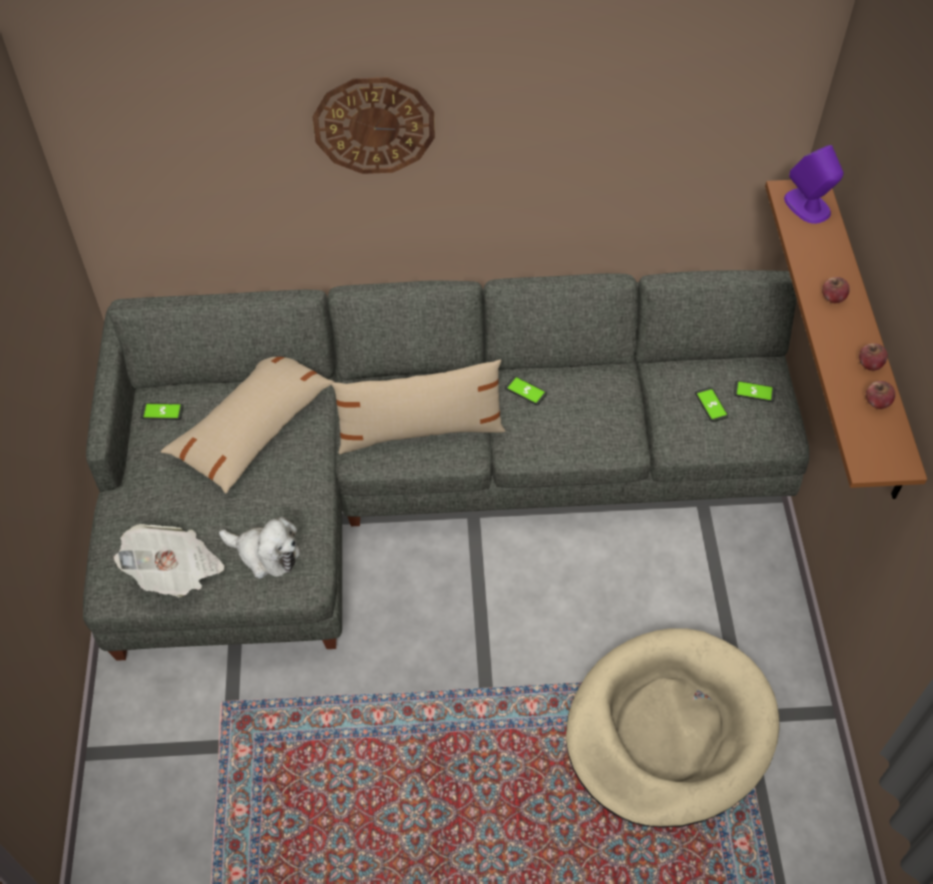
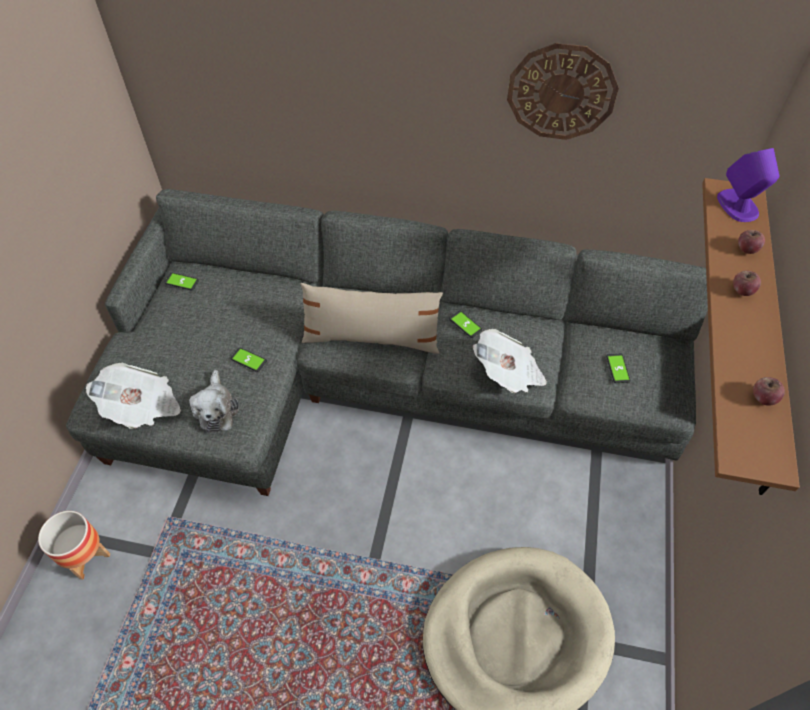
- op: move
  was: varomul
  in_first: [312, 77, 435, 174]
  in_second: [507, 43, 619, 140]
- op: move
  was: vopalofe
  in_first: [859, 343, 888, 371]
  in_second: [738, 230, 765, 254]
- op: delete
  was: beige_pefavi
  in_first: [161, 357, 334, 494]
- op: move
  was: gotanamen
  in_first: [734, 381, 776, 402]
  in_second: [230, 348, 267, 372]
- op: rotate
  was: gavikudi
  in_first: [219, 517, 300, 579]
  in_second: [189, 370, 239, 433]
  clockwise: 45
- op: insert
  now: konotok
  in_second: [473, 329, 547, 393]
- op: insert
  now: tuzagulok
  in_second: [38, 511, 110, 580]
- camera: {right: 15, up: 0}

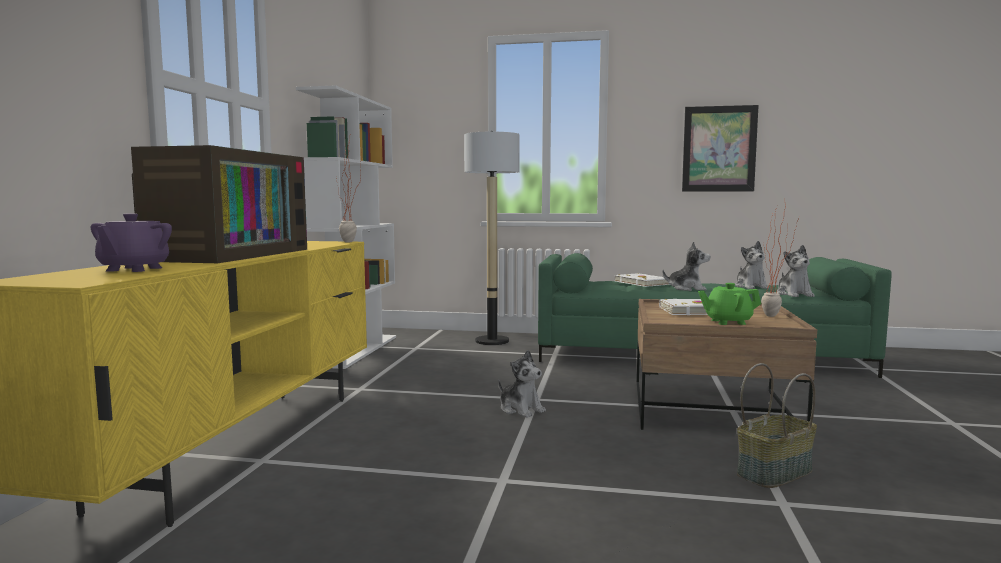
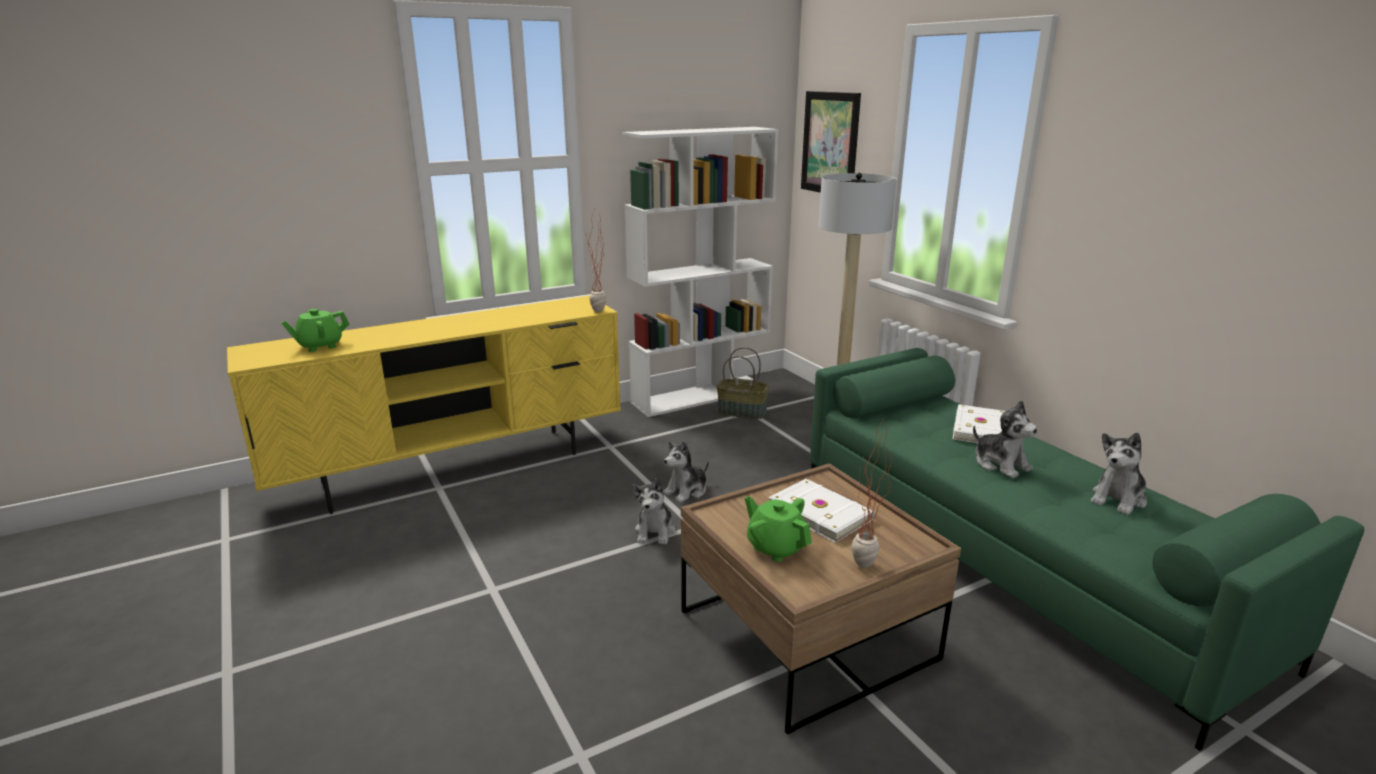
- op: move
  was: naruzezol
  in_first: [682, 105, 759, 192]
  in_second: [801, 91, 861, 193]
- op: delete
  was: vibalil
  in_first: [131, 145, 307, 263]
- op: recolor
  was: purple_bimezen
  now: green_bimezen
  in_first: [91, 213, 172, 272]
  in_second: [281, 309, 350, 352]
- op: move
  was: gavikudi
  in_first: [777, 245, 815, 297]
  in_second: [663, 441, 709, 503]
- op: move
  was: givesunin
  in_first: [737, 363, 817, 488]
  in_second: [717, 347, 769, 419]
- camera: {right: 50, up: 15}

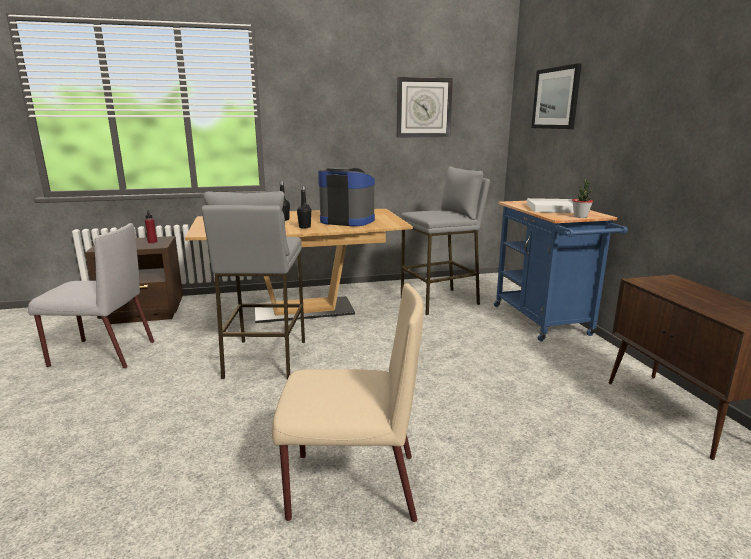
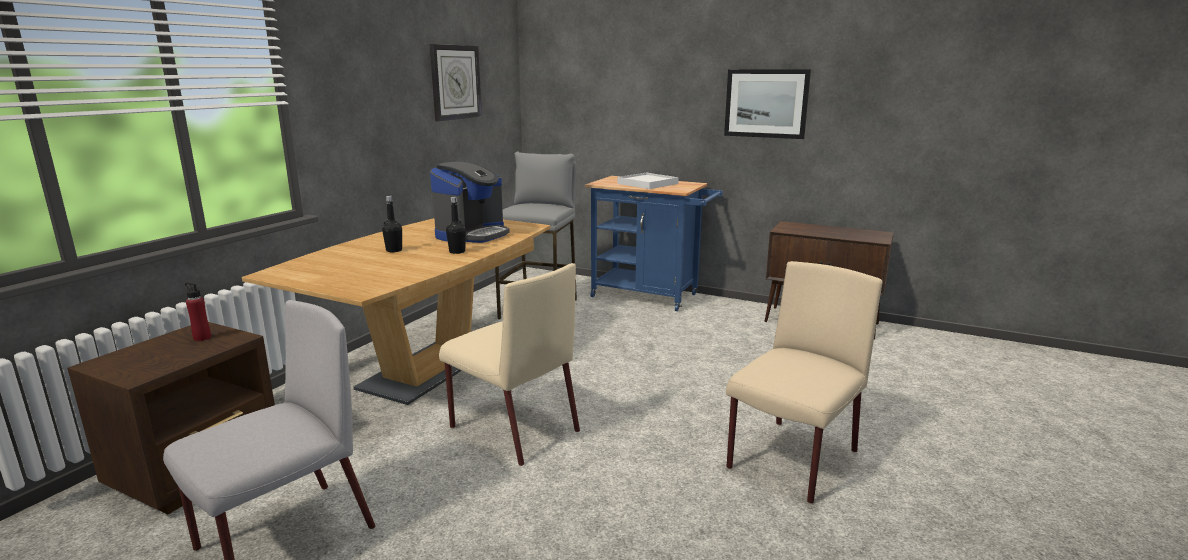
- op: move
  was: naruzezol
  in_first: [531, 63, 582, 129]
  in_second: [724, 69, 811, 139]
- op: rotate
  was: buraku
  in_first: [318, 167, 375, 226]
  in_second: [430, 161, 509, 243]
  clockwise: 150
- op: delete
  was: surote
  in_first: [572, 179, 594, 218]
- op: replace
  was: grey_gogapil
  now: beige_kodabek
  in_first: [202, 191, 305, 380]
  in_second: [439, 263, 580, 466]
- camera: {right: -50, up: 0}

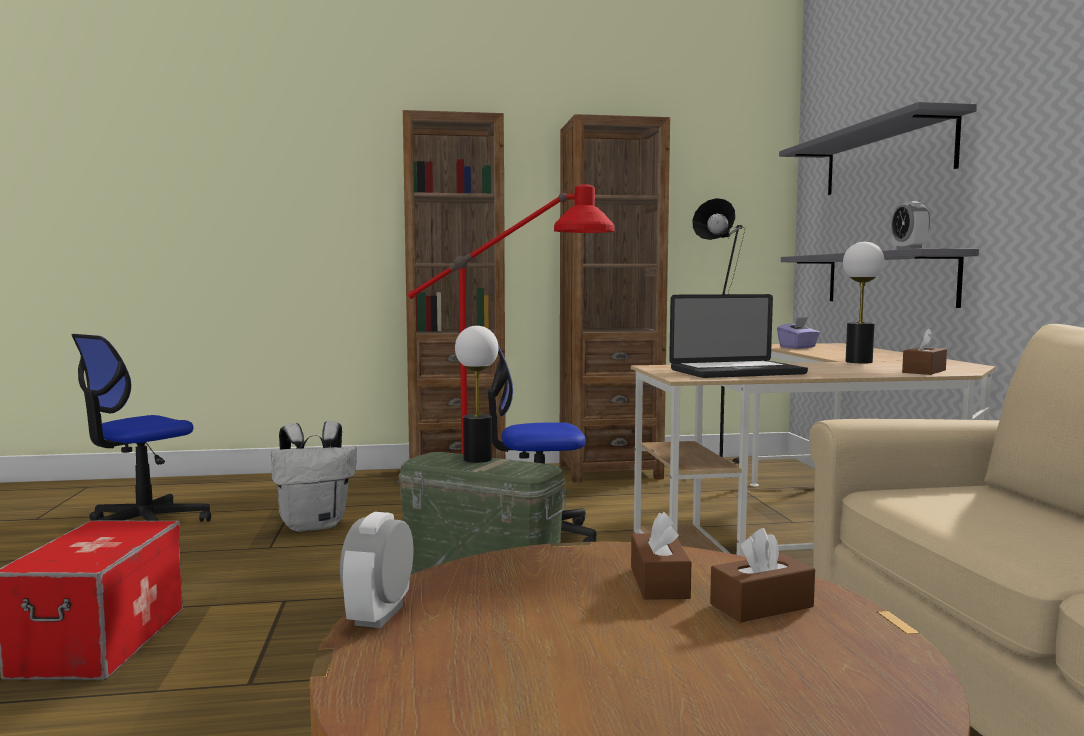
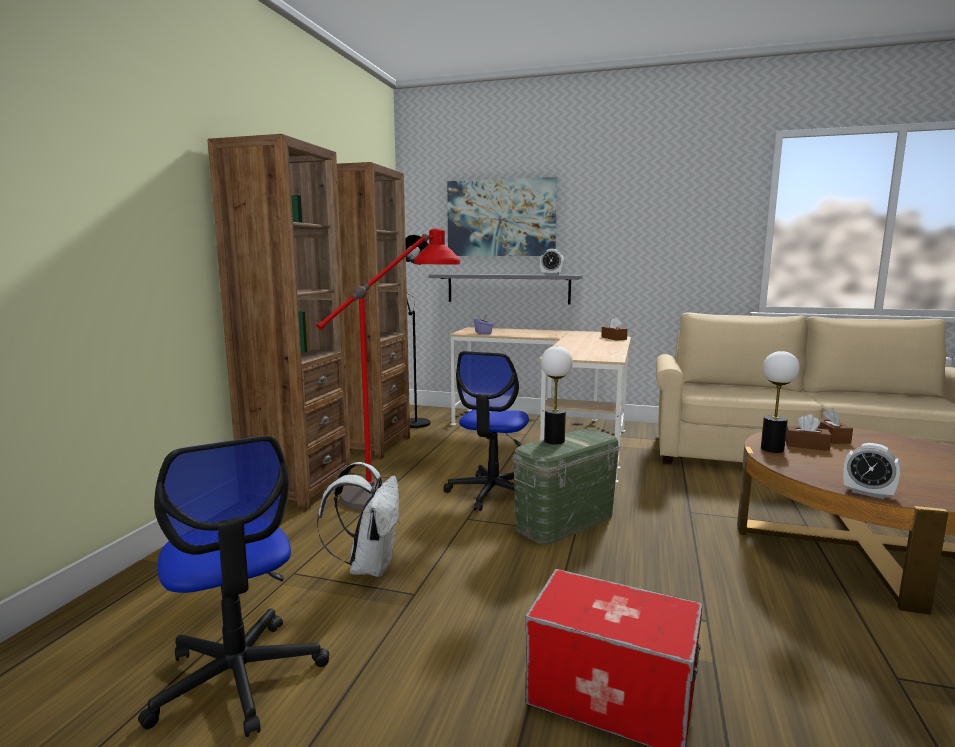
- op: replace
  was: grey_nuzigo
  now: naruzezol
  in_first: [779, 102, 977, 195]
  in_second: [447, 177, 557, 256]
- op: move
  was: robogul
  in_first: [843, 242, 884, 363]
  in_second: [761, 351, 800, 453]
- op: delete
  was: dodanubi
  in_first: [669, 294, 808, 378]
- camera: {right: -65, up: 5}

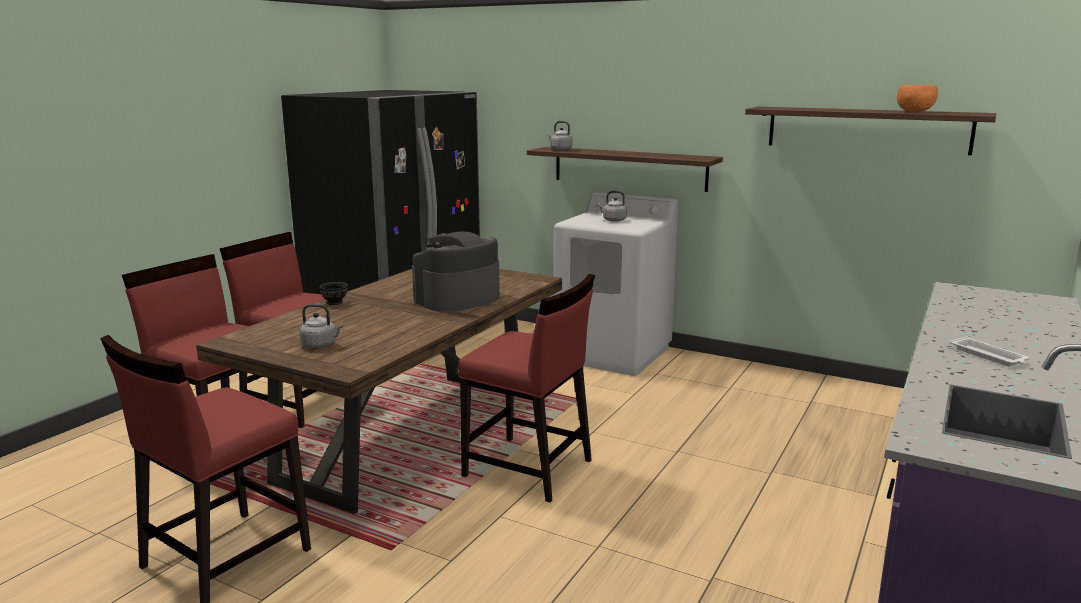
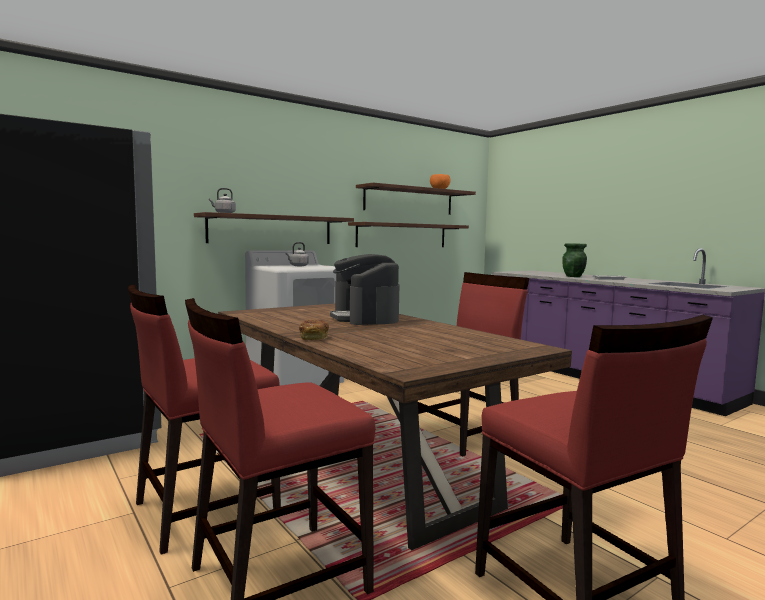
- op: replace
  was: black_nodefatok
  now: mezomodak
  in_first: [319, 282, 348, 305]
  in_second: [299, 319, 329, 340]
- op: delete
  was: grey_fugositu
  in_first: [299, 304, 344, 348]
- op: insert
  now: nuzigo
  in_second: [348, 222, 469, 247]
- op: insert
  now: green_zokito
  in_second: [562, 243, 587, 277]
- camera: {right: -65, up: -10}

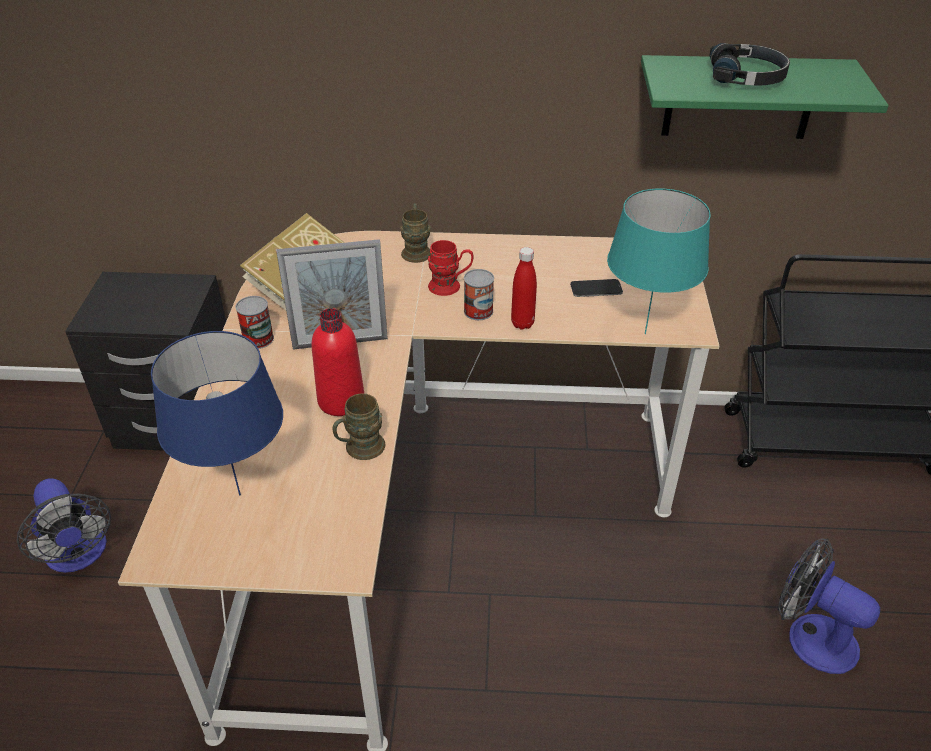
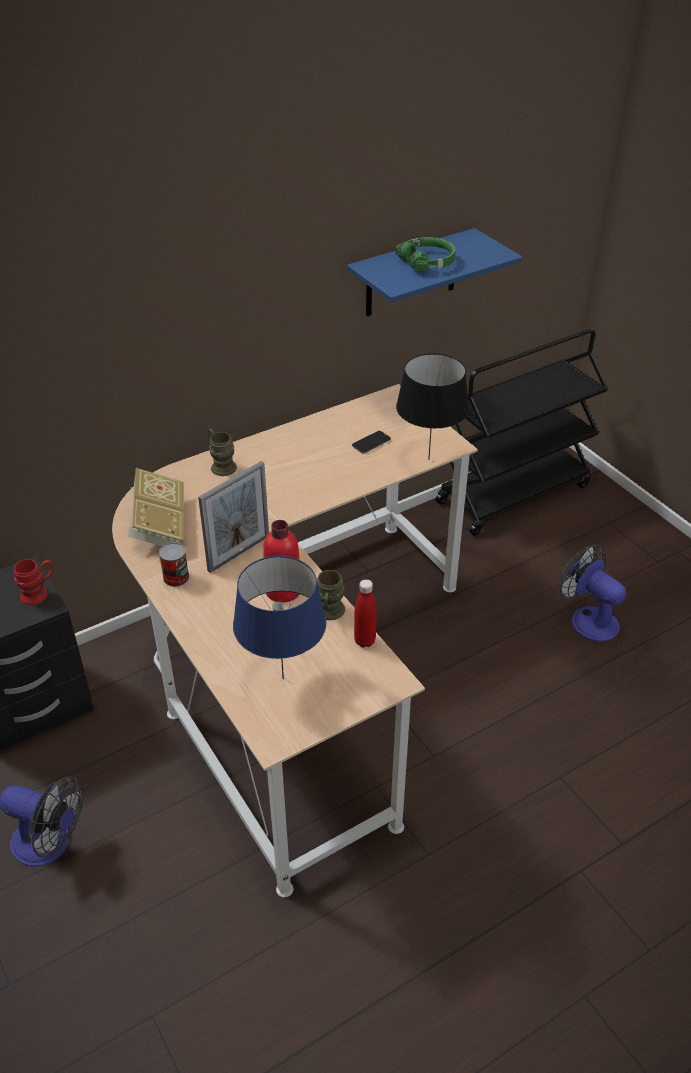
- op: recolor
  was: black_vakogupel
  now: green_vakogupel
  in_first: [709, 43, 790, 86]
  in_second: [395, 237, 456, 271]
- op: recolor
  was: green_nuzigo
  now: blue_nuzigo
  in_first: [641, 55, 889, 139]
  in_second: [347, 228, 523, 316]
- op: recolor
  was: turquoise_robogul
  now: black_robogul
  in_first: [607, 189, 710, 334]
  in_second: [396, 353, 469, 460]
- op: move
  was: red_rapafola
  in_first: [428, 240, 473, 296]
  in_second: [14, 559, 53, 605]
- op: move
  was: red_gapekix
  in_first: [511, 247, 537, 330]
  in_second: [354, 579, 376, 648]
- op: delete
  was: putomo
  in_first: [464, 269, 494, 320]
- op: rotate
  was: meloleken
  in_first: [778, 538, 880, 674]
  in_second: [559, 544, 626, 642]
  clockwise: 45
- camera: {right: -35, up: 0}

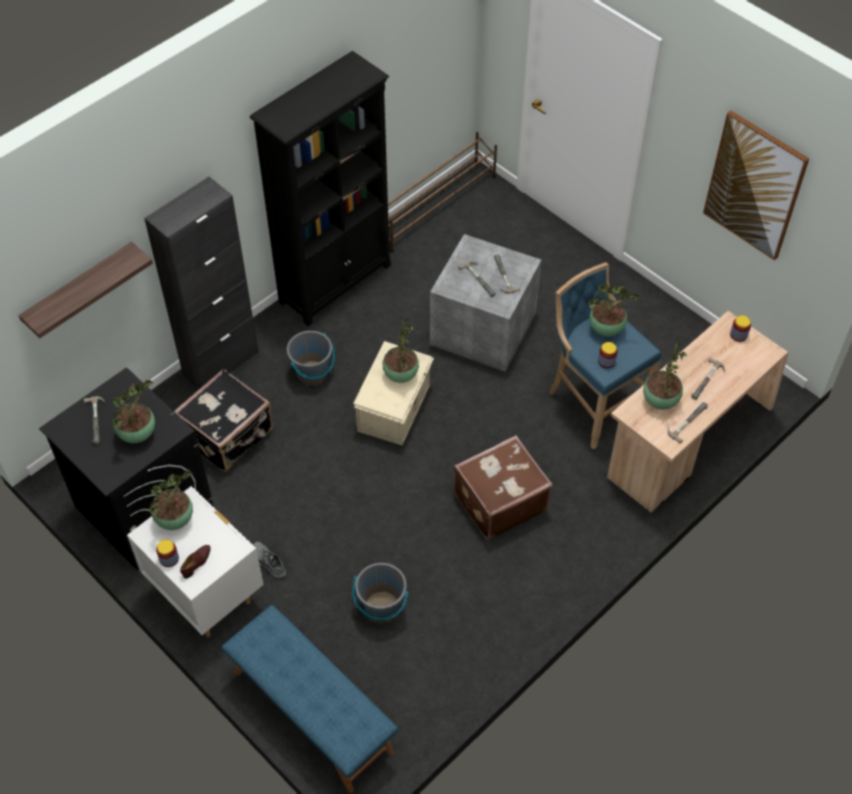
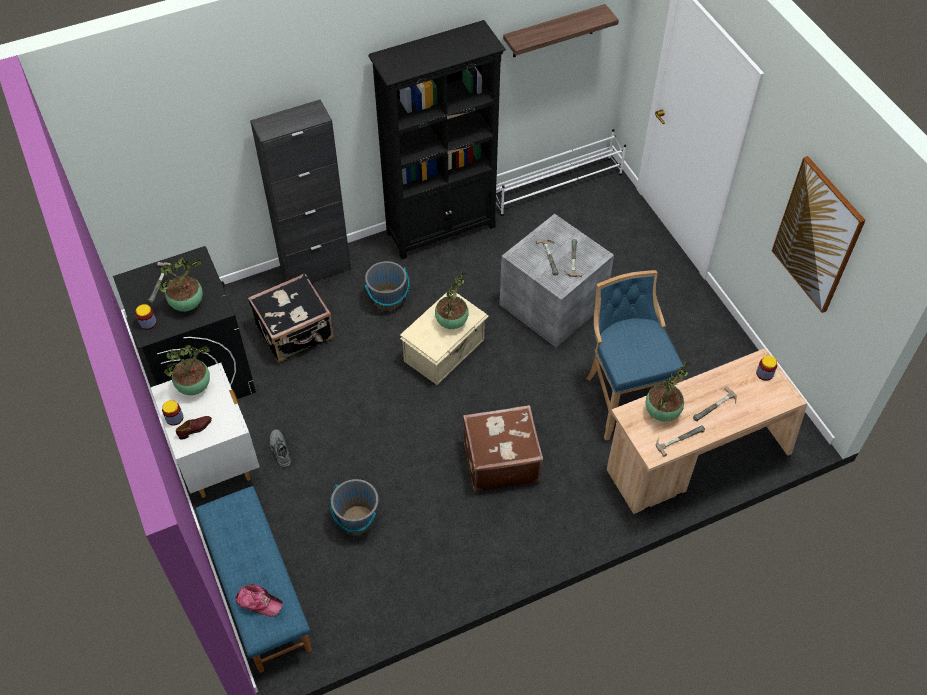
- op: recolor
  was: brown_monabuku
  now: white_monabuku
  in_first: [388, 132, 497, 252]
  in_second: [496, 129, 626, 216]
- op: move
  was: nuzigo
  in_first: [18, 242, 153, 338]
  in_second: [503, 4, 619, 57]
- op: delete
  was: surote
  in_first: [588, 284, 640, 337]
- op: move
  was: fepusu
  in_first: [598, 342, 618, 368]
  in_second: [136, 304, 157, 330]
- op: insert
  now: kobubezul
  in_second: [236, 585, 283, 617]
- camera: {right: 20, up: 0}

